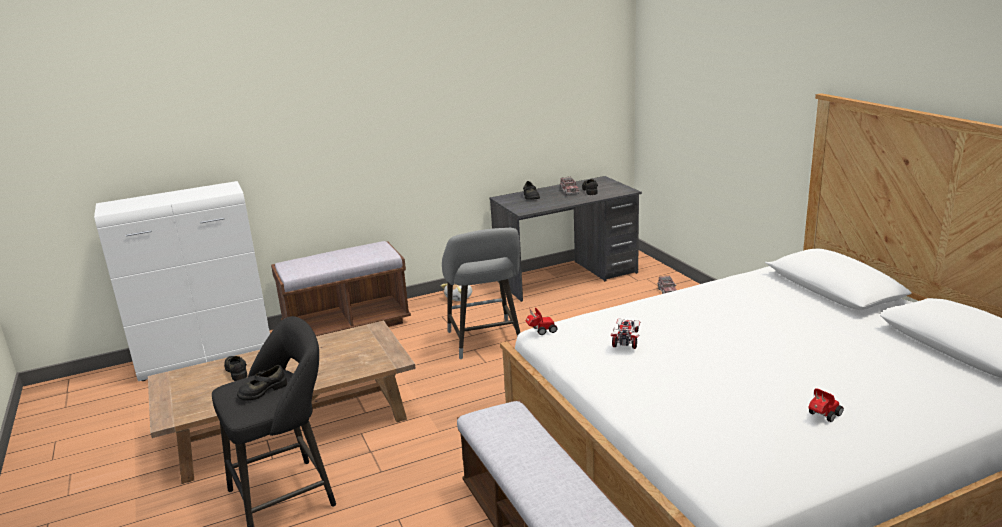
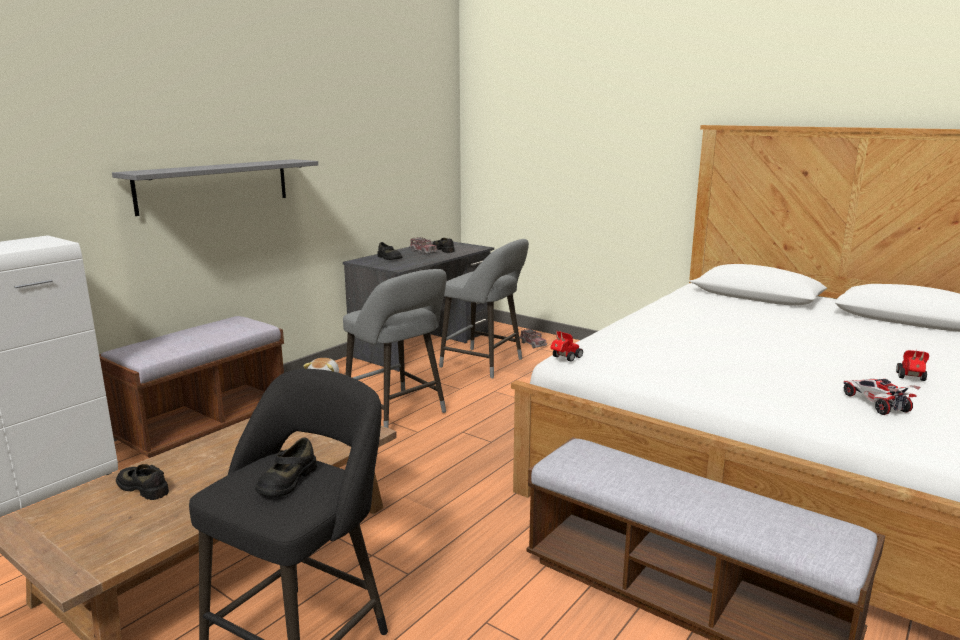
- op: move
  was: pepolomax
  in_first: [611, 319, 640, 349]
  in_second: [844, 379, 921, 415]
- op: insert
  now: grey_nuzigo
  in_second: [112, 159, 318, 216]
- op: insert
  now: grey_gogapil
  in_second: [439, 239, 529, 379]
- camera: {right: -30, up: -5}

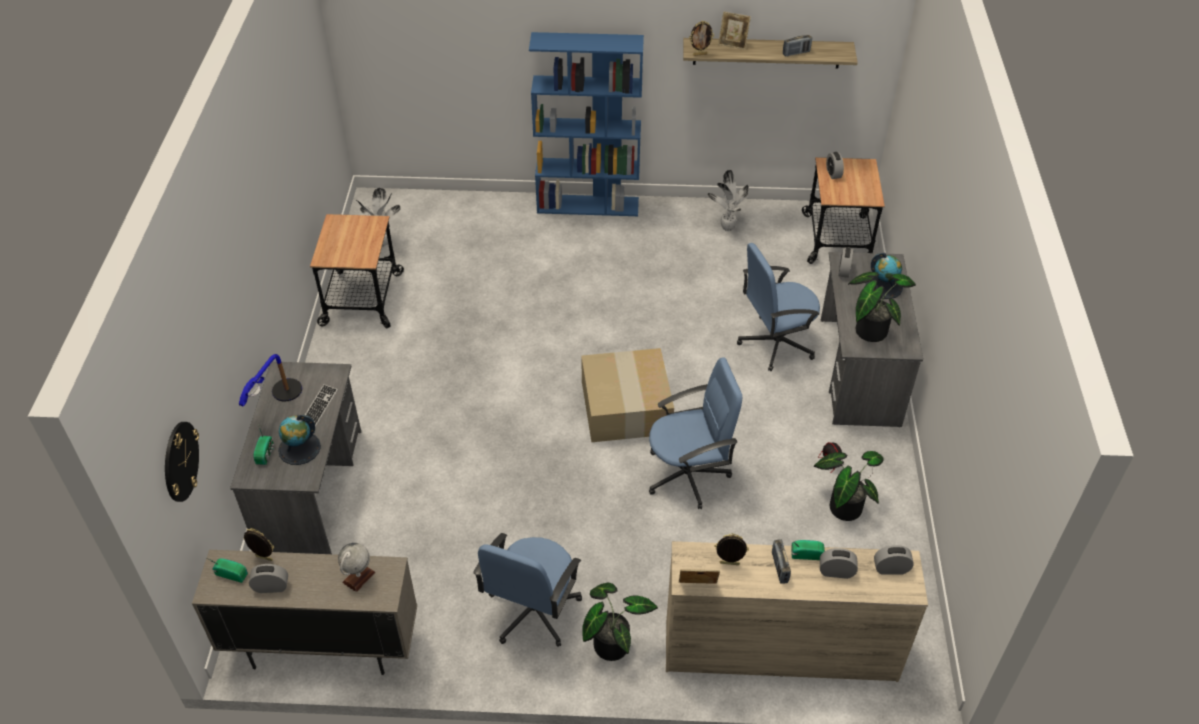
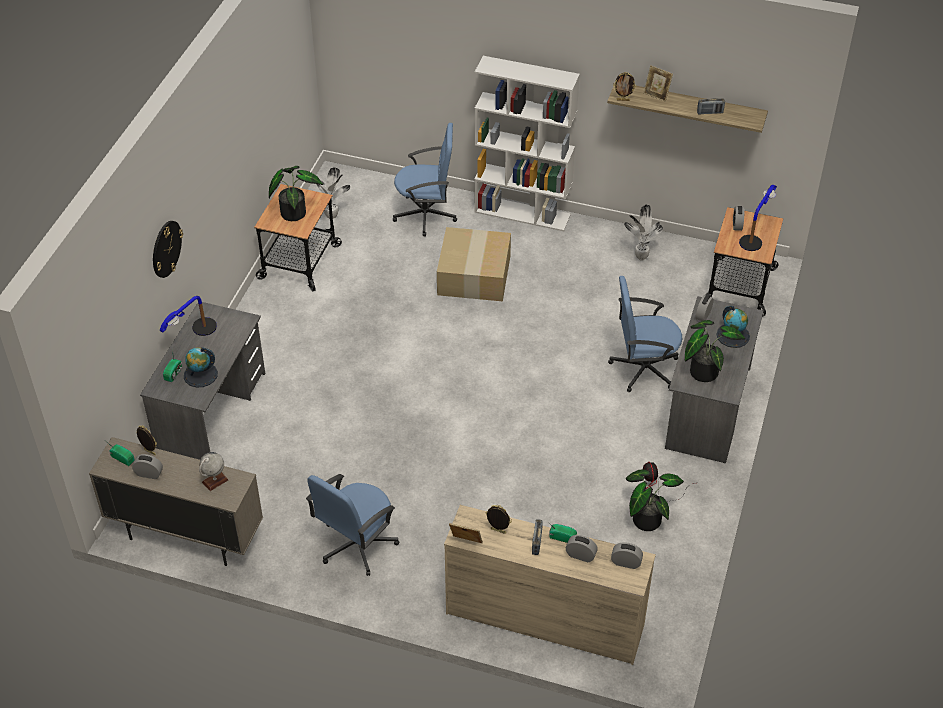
- op: recolor
  was: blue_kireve
  now: white_kireve
  in_first: [529, 32, 644, 216]
  in_second: [474, 56, 580, 231]
- op: move
  was: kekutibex
  in_first: [581, 348, 674, 442]
  in_second: [437, 227, 511, 301]
- op: move
  was: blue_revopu
  in_first: [649, 358, 742, 509]
  in_second: [393, 123, 457, 237]
- op: delete
  was: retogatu
  in_first: [305, 384, 338, 427]
- op: move
  was: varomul
  in_first: [165, 422, 199, 502]
  in_second: [153, 221, 183, 278]
- op: move
  was: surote
  in_first: [582, 583, 658, 661]
  in_second: [269, 166, 323, 221]
- op: insert
  now: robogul
  in_second: [739, 185, 777, 251]
- camera: {right: 15, up: 0}

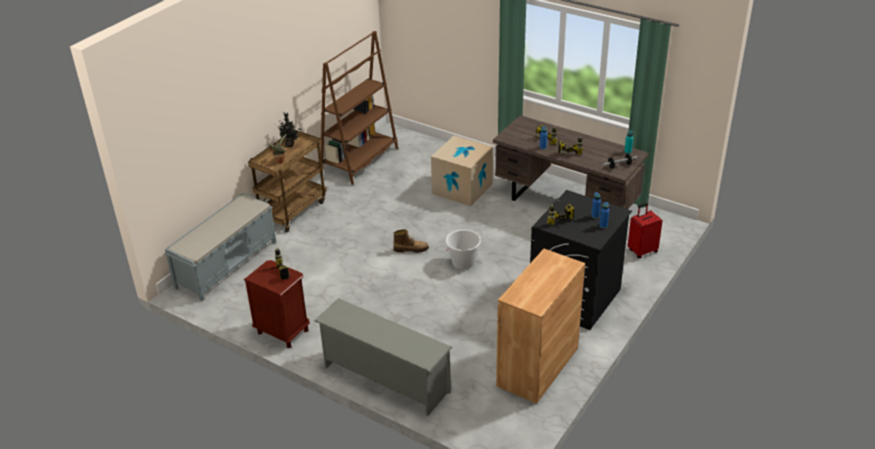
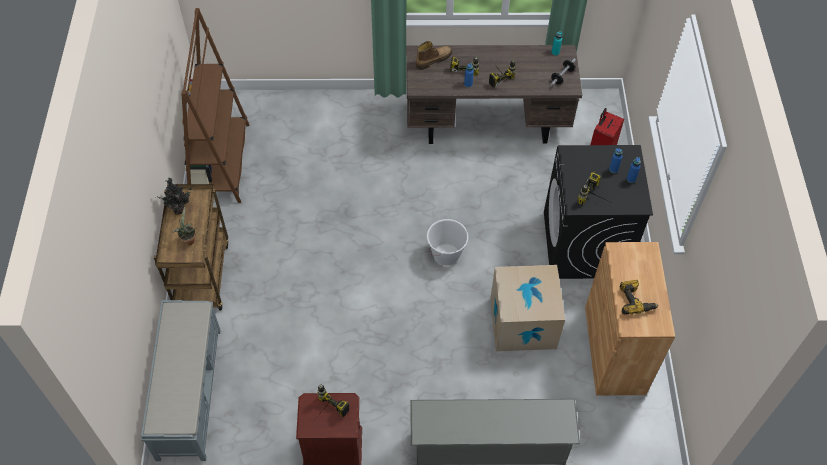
- op: move
  was: kekutibex
  in_first: [431, 136, 493, 206]
  in_second: [490, 265, 565, 351]
- op: move
  was: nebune
  in_first: [393, 229, 429, 253]
  in_second: [416, 41, 452, 70]
- op: insert
  now: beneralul
  in_second: [619, 280, 659, 315]
- camera: {right: -35, up: 20}

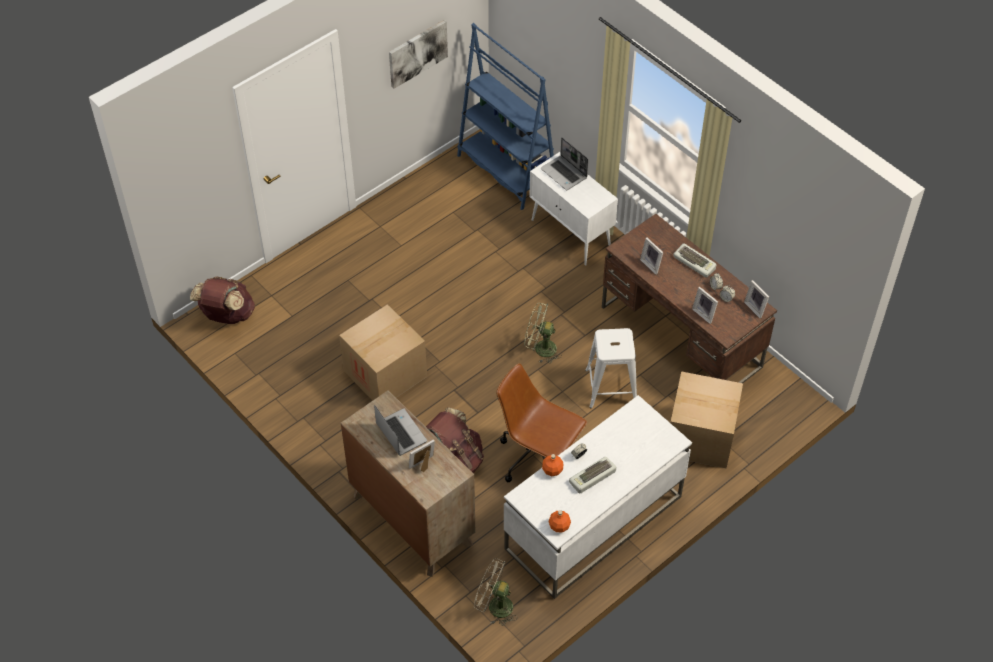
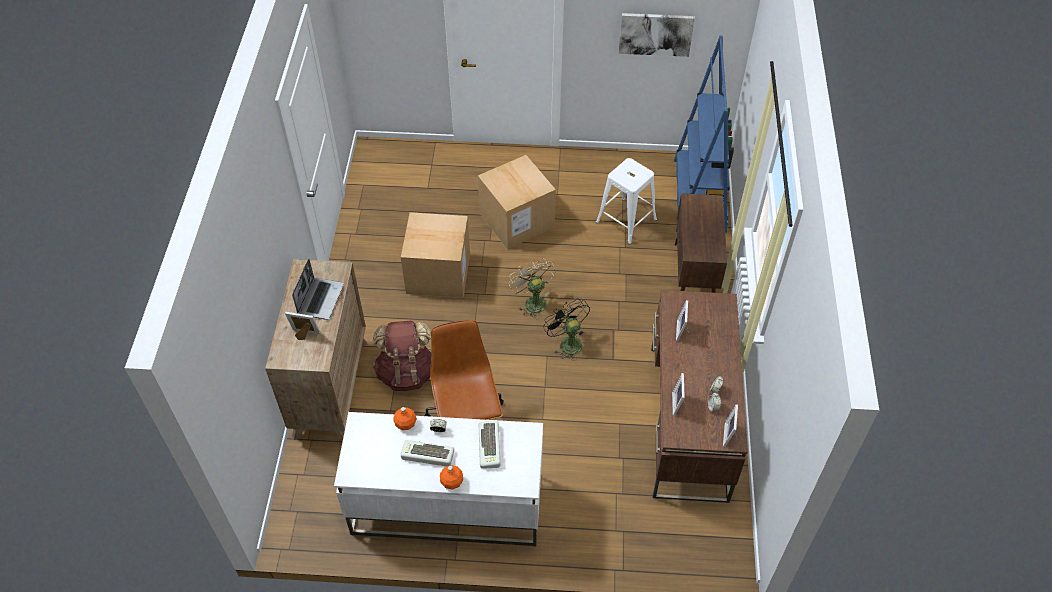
- op: delete
  was: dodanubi
  in_first: [541, 137, 588, 190]
- op: recolor
  was: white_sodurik
  now: brown_sodurik
  in_first: [529, 152, 618, 266]
  in_second: [675, 193, 727, 293]
- op: move
  was: retogatu
  in_first: [673, 244, 716, 278]
  in_second: [479, 420, 501, 469]
- op: delete
  was: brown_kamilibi
  in_first: [190, 276, 255, 324]
- op: recolor
  was: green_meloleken
  now: black_meloleken
  in_first: [524, 303, 562, 363]
  in_second: [543, 298, 590, 361]
- op: move
  was: white_gogapil
  in_first: [585, 328, 637, 408]
  in_second: [596, 158, 657, 244]
- op: move
  was: kekutibex
  in_first: [670, 371, 743, 468]
  in_second: [478, 155, 556, 249]
- op: move
  was: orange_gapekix
  in_first: [548, 510, 571, 533]
  in_second: [440, 465, 463, 490]
- op: move
  was: beige_meloleken
  in_first: [474, 558, 518, 626]
  in_second: [509, 258, 556, 318]
- camera: {right: 45, up: 0}

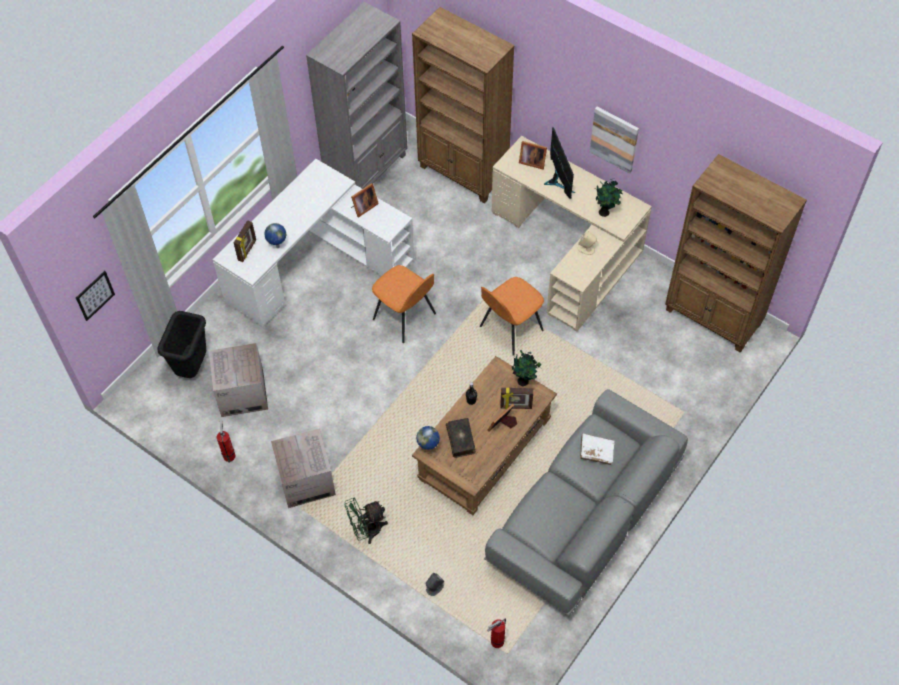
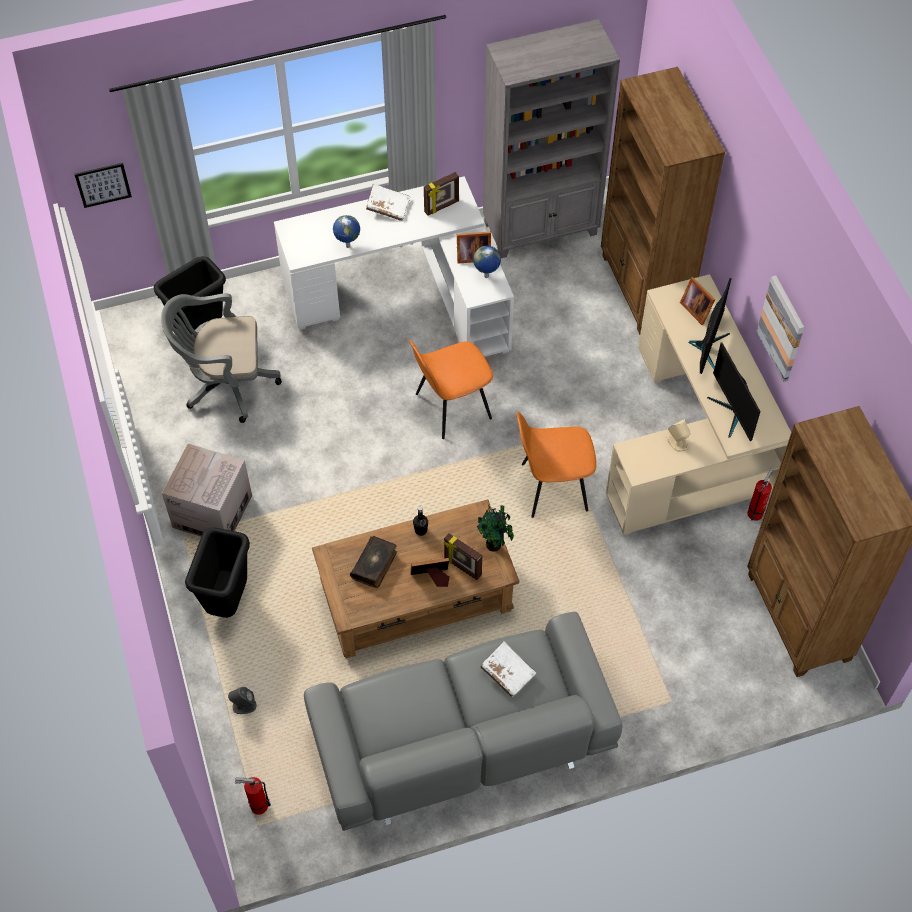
- op: replace
  was: surote
  now: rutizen
  in_first: [596, 179, 624, 217]
  in_second: [707, 342, 760, 441]
- op: move
  was: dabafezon
  in_first: [234, 220, 256, 262]
  in_second: [424, 172, 459, 216]
- op: rotate
  was: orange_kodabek
  in_first: [372, 265, 436, 343]
  in_second: [409, 340, 493, 439]
  clockwise: 75
- op: replace
  was: kekutibex
  now: grey_revopu
  in_first: [209, 343, 268, 417]
  in_second: [161, 293, 282, 423]
- op: move
  was: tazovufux
  in_first: [217, 421, 235, 463]
  in_second: [748, 468, 773, 521]
- op: move
  was: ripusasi
  in_first: [416, 426, 440, 450]
  in_second: [473, 246, 501, 278]
- op: replace
  was: green_meloleken
  now: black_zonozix
  in_first: [345, 498, 388, 544]
  in_second: [185, 527, 250, 618]
- op: insert
  now: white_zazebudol
  in_second: [366, 184, 410, 221]
- camera: {right: 35, up: 0}

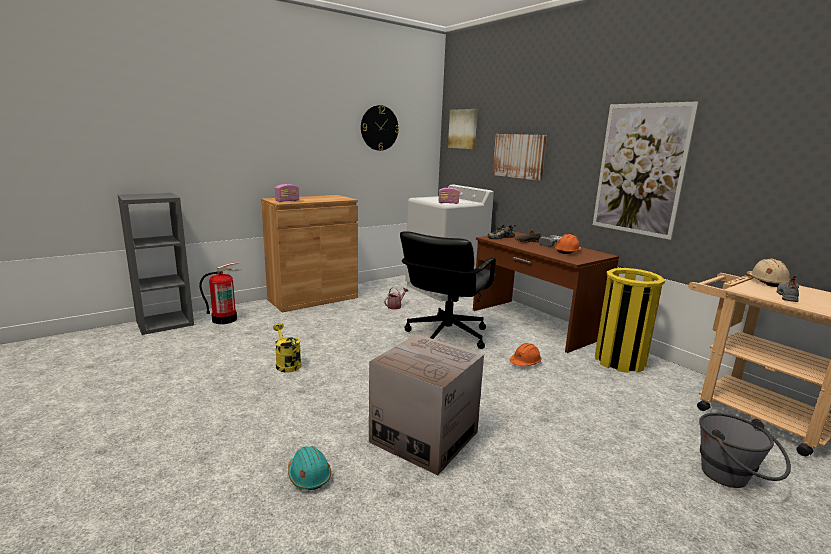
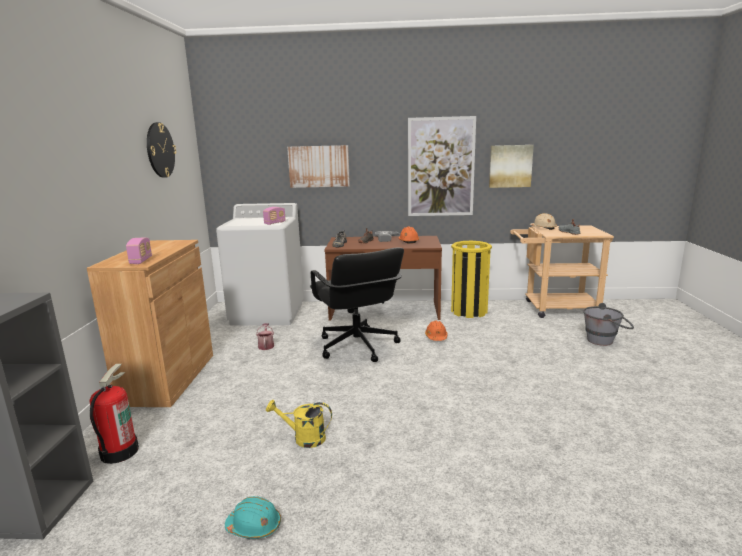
- op: move
  was: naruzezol
  in_first: [448, 109, 478, 149]
  in_second: [489, 145, 534, 188]
- op: delete
  was: kekutibex
  in_first: [369, 334, 484, 476]
- op: move
  was: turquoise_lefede
  in_first: [288, 446, 331, 490]
  in_second: [225, 496, 281, 539]
- camera: {right: -50, up: 0}

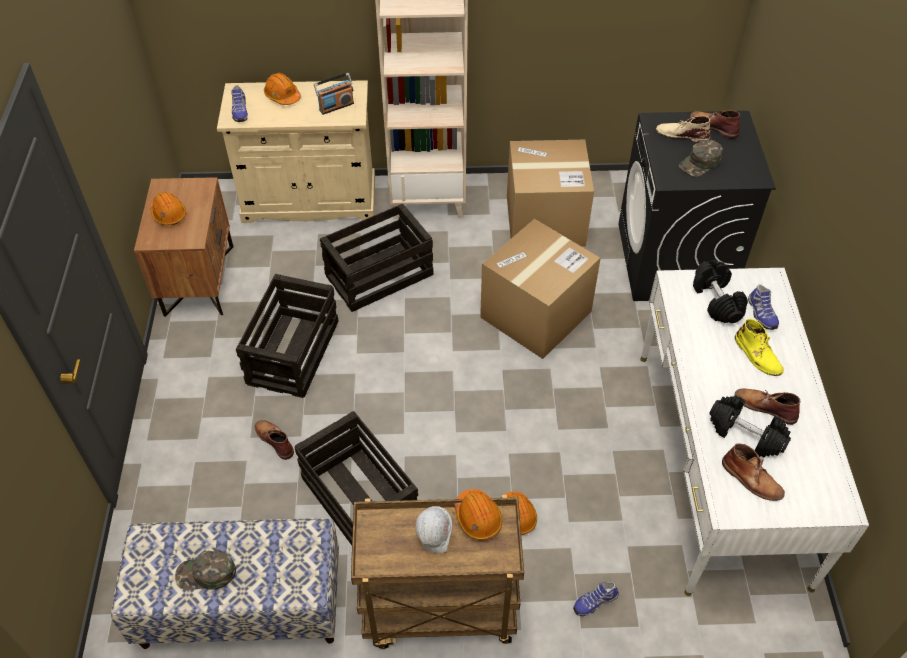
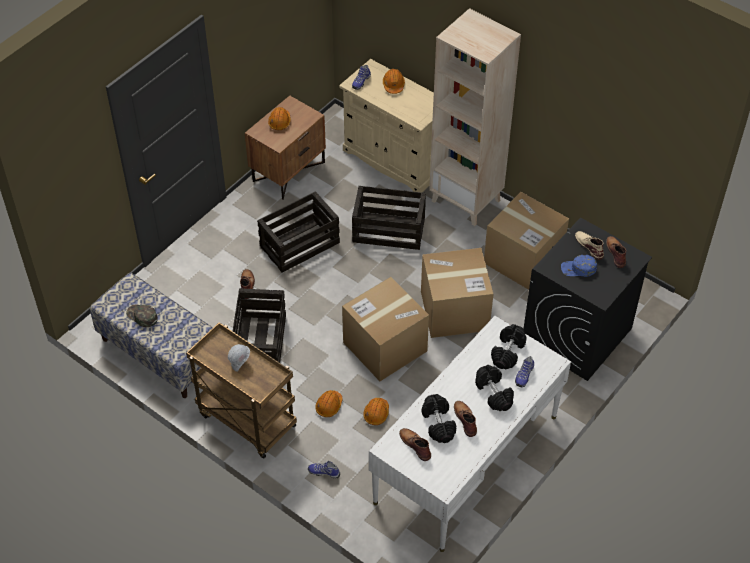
- op: delete
  was: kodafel
  in_first: [314, 73, 354, 115]
- op: recolor
  was: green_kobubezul
  now: blue_kobubezul
  in_first: [679, 140, 723, 177]
  in_second: [561, 255, 597, 277]
- op: replace
  was: yellow_nebune
  now: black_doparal
  in_first: [735, 319, 784, 376]
  in_second: [475, 365, 514, 411]
- op: rotate
  was: brown_nebune
  in_first: [722, 443, 785, 501]
  in_second: [399, 428, 431, 461]
  clockwise: 150
- op: move
  was: orange_lefede
  in_first: [455, 489, 502, 540]
  in_second: [363, 398, 389, 425]
- op: insert
  now: kekutibex
  in_second: [342, 277, 429, 381]
- camera: {right: 40, up: 0}

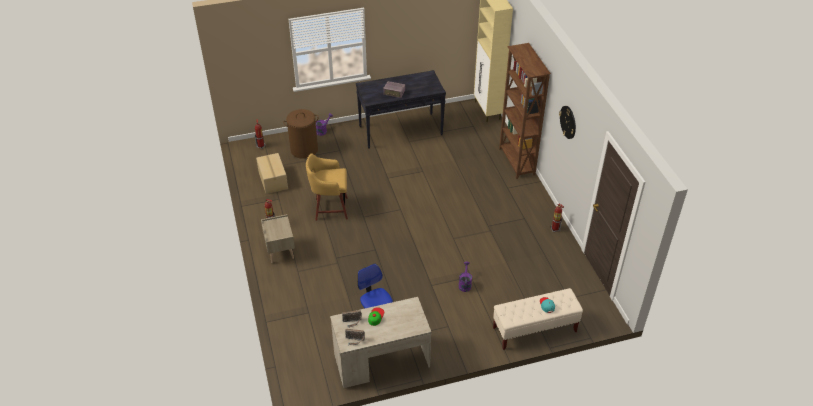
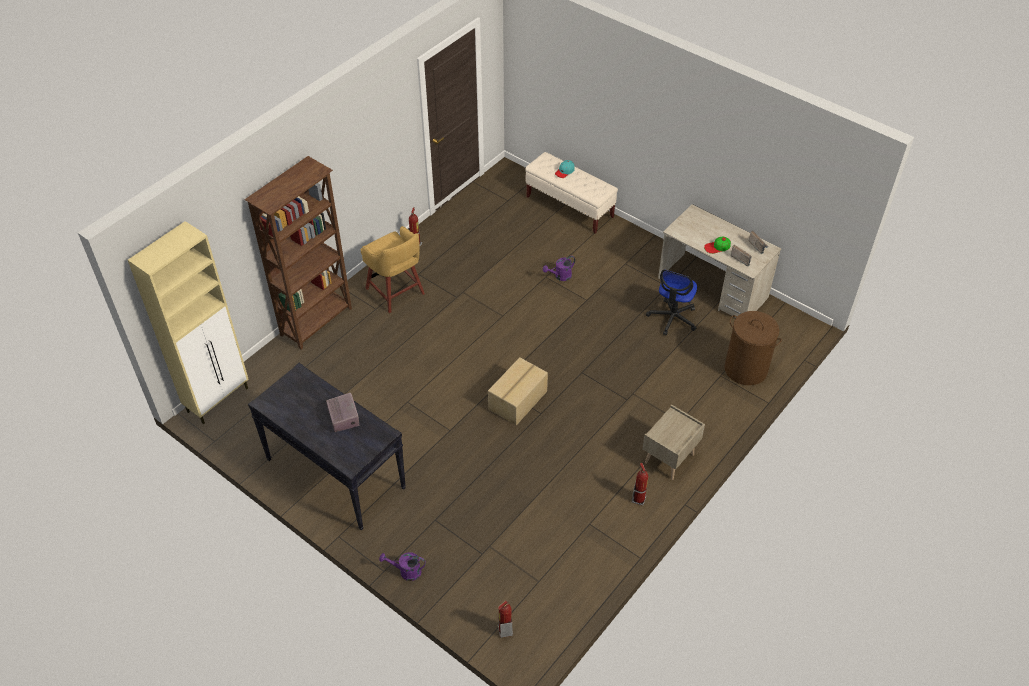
- op: delete
  was: varomul
  in_first: [559, 106, 576, 139]
- op: move
  was: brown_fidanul
  in_first: [283, 109, 319, 159]
  in_second: [724, 311, 782, 385]
- op: move
  was: kekutibex
  in_first: [256, 153, 288, 194]
  in_second: [488, 357, 548, 425]
- op: move
  was: yellow_gogapil
  in_first: [306, 153, 348, 221]
  in_second: [361, 226, 425, 313]
- camera: {right: -125, up: 5}

